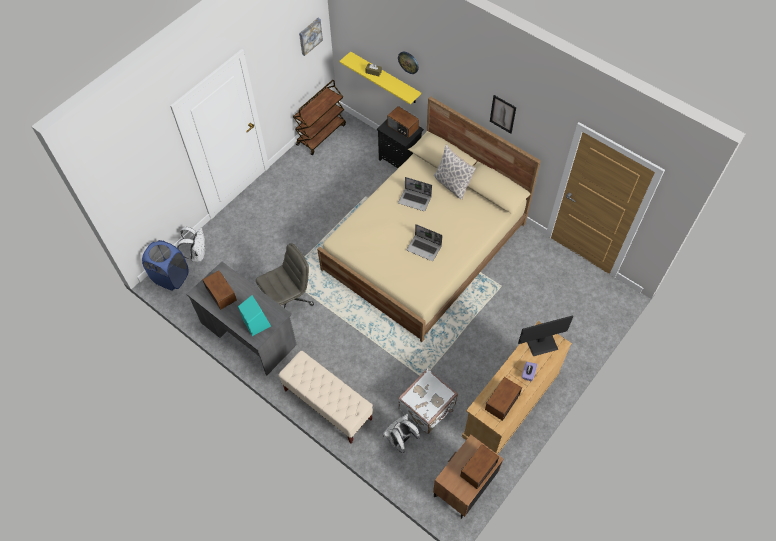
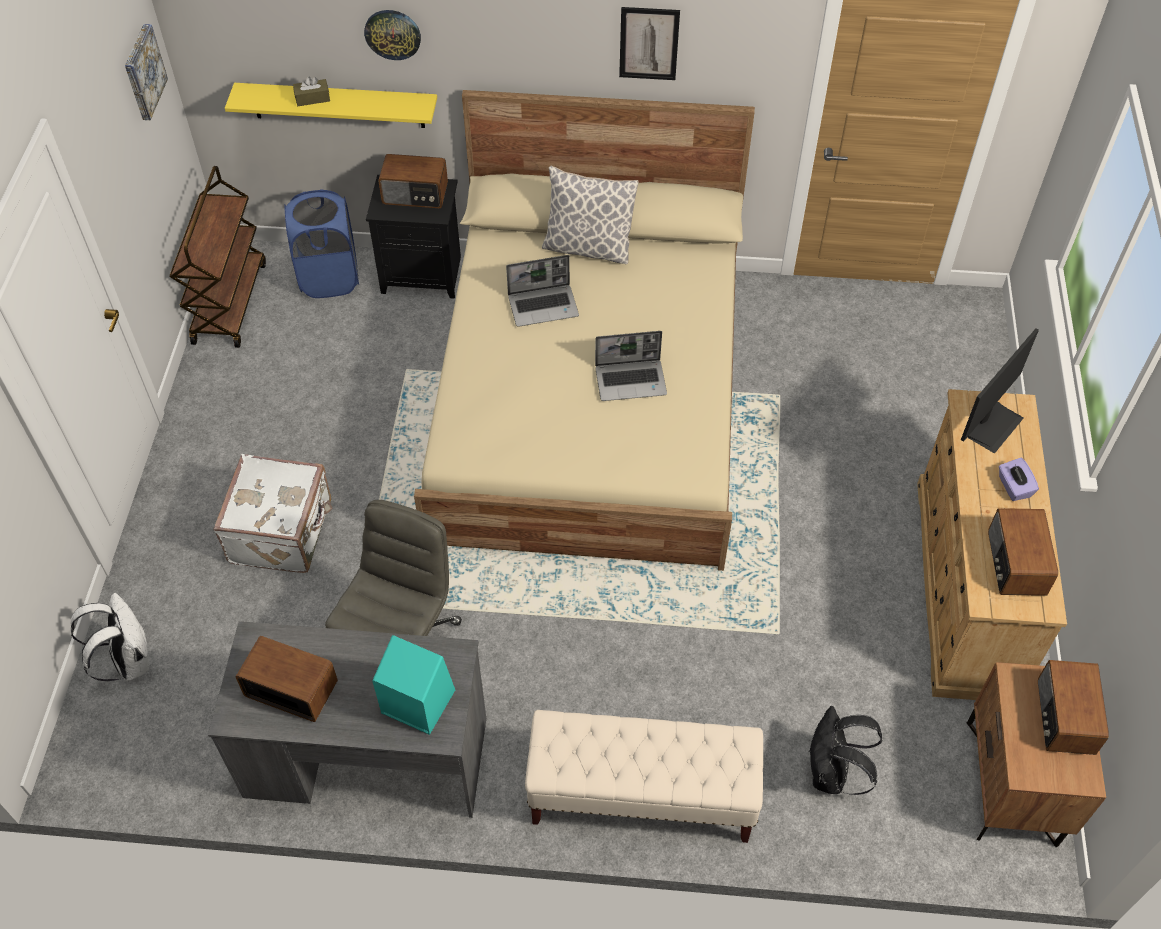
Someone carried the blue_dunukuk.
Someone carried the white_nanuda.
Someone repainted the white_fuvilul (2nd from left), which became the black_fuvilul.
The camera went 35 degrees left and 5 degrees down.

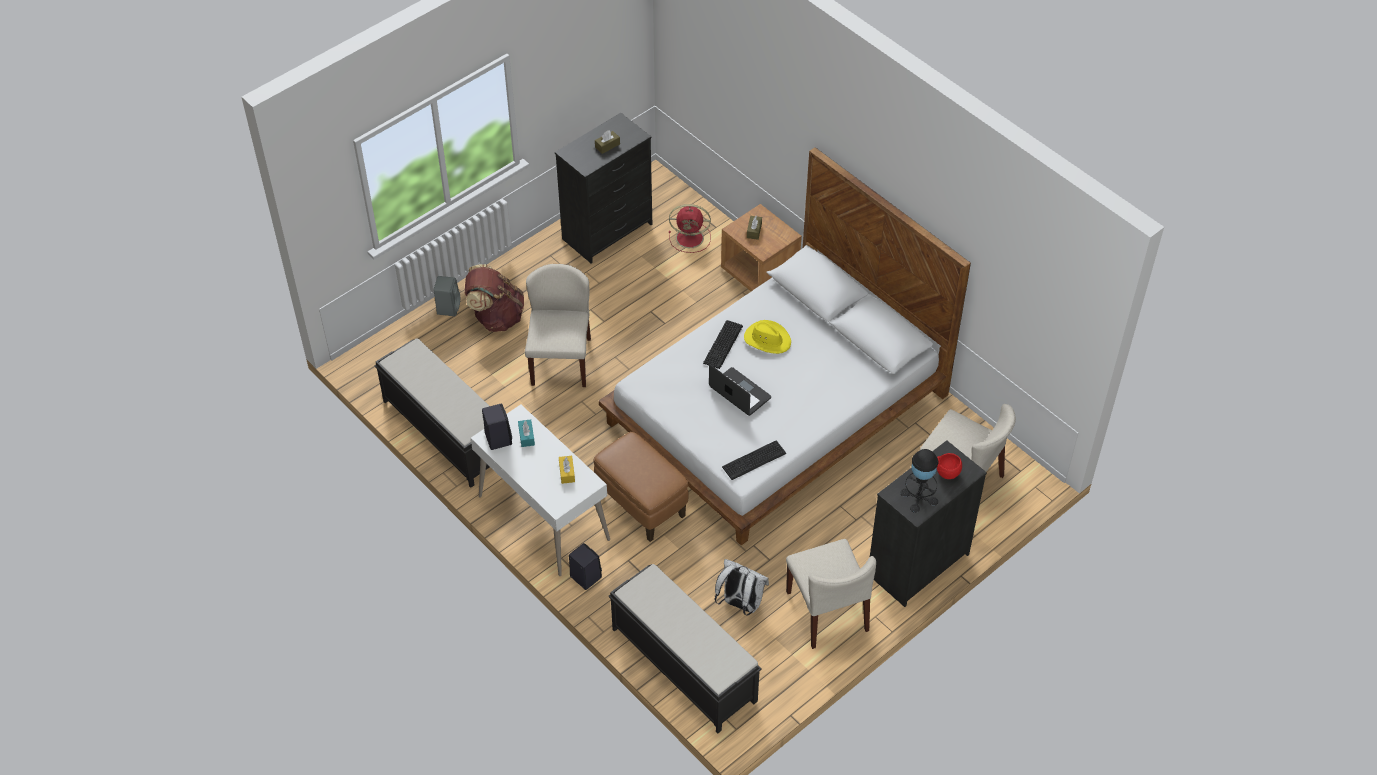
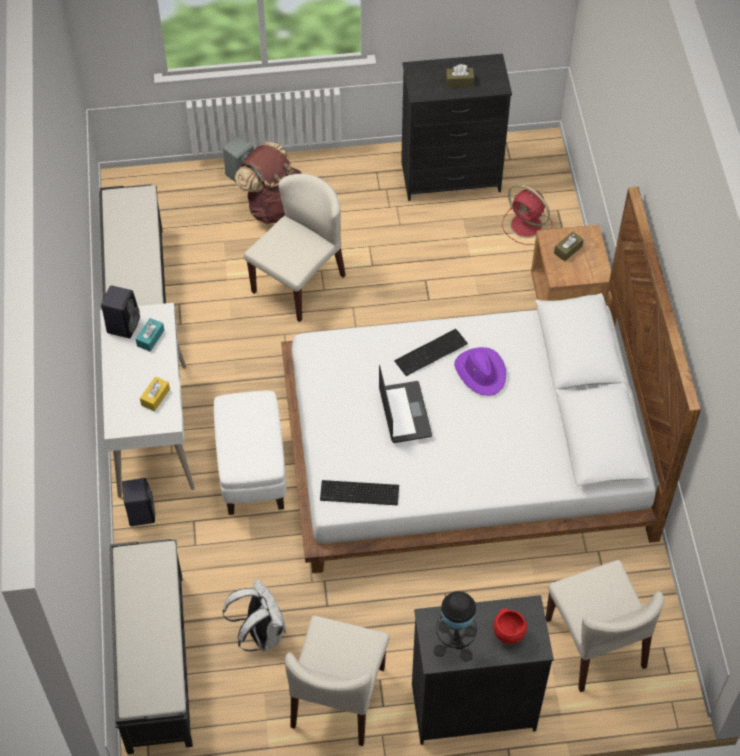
Someone repainted the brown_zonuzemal, which became the white_zonuzemal.
Someone repainted the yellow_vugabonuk, which became the purple_vugabonuk.
The camera went 35 degrees right and 5 degrees up.

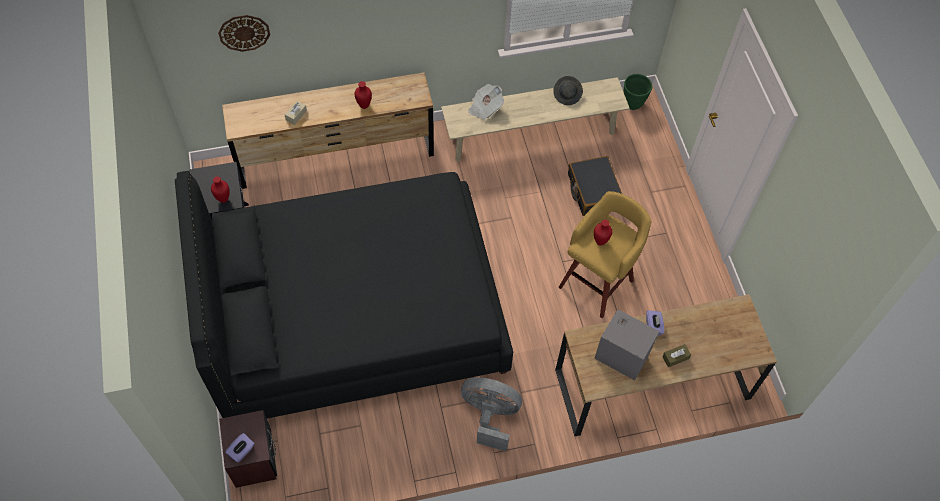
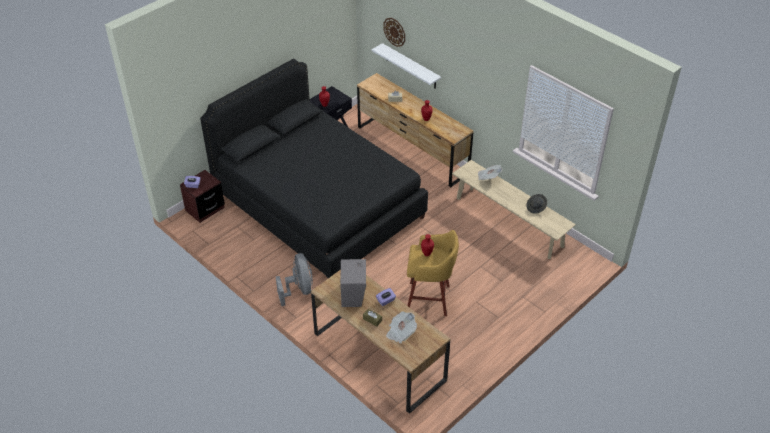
Someone took away the black_nanuda.
Someone took away the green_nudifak.
Someone put up the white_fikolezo.
Someone put down the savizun (1st from left).
The camera went 60 degrees right and 15 degrees down.

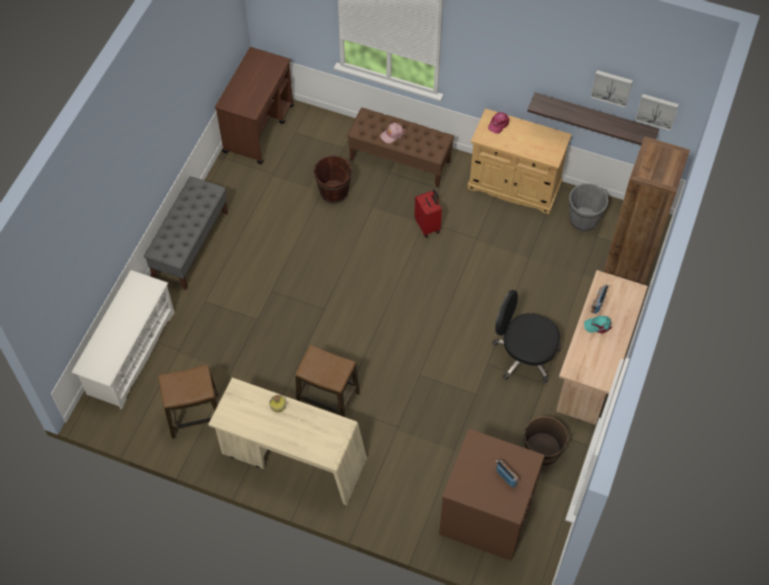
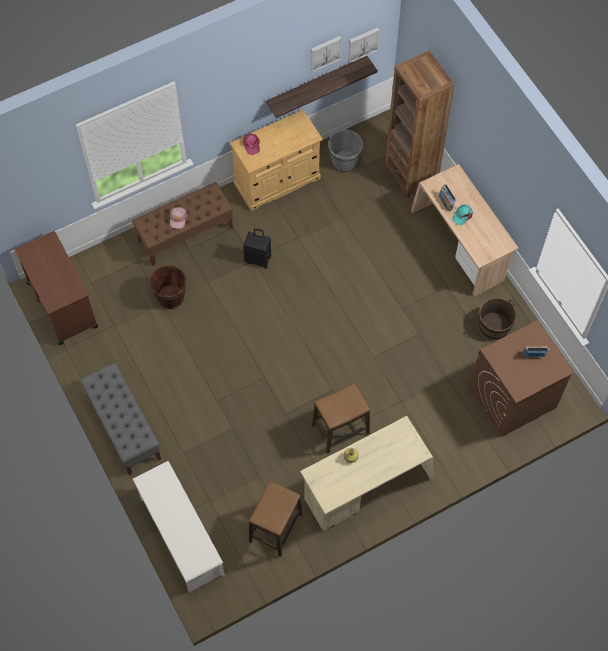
Someone took away the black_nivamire.
Someone repainted the red_nanuda, which became the black_nanuda.
The camera went 50 degrees left and 5 degrees up.

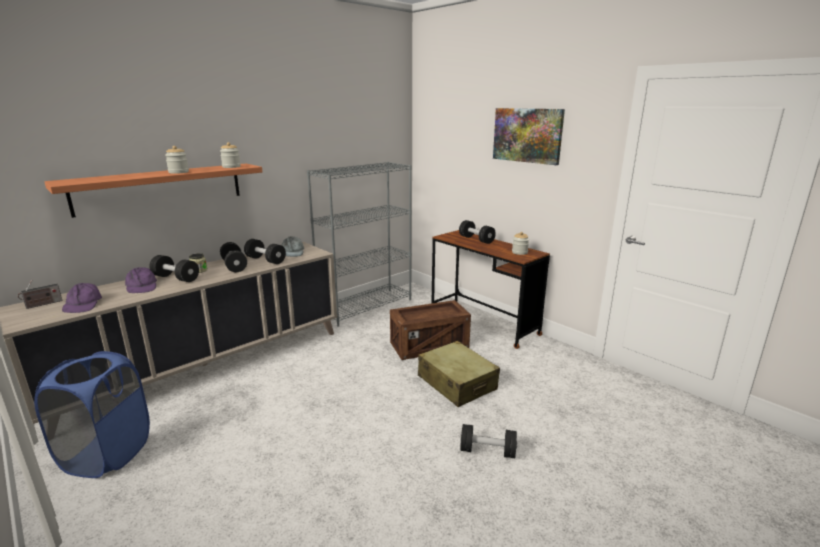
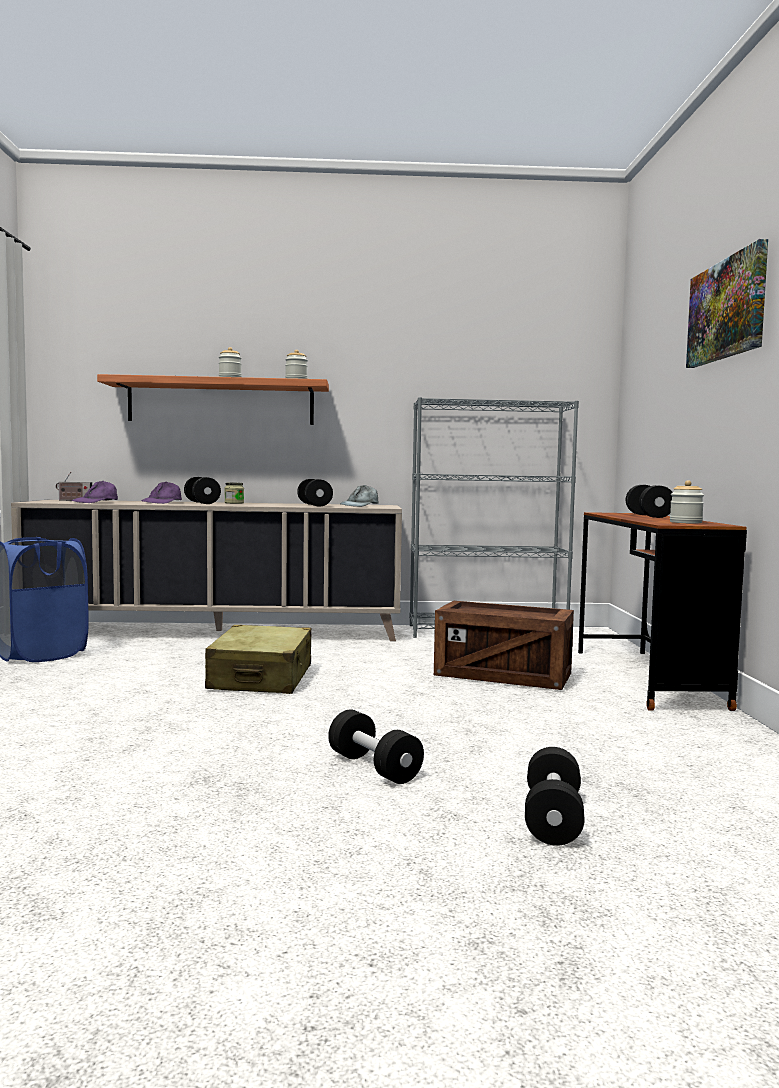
Someone carried the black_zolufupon (2nd from left in the first image).
Someone carried the beige_nanuda.
The camera went 40 degrees right and 15 degrees down.

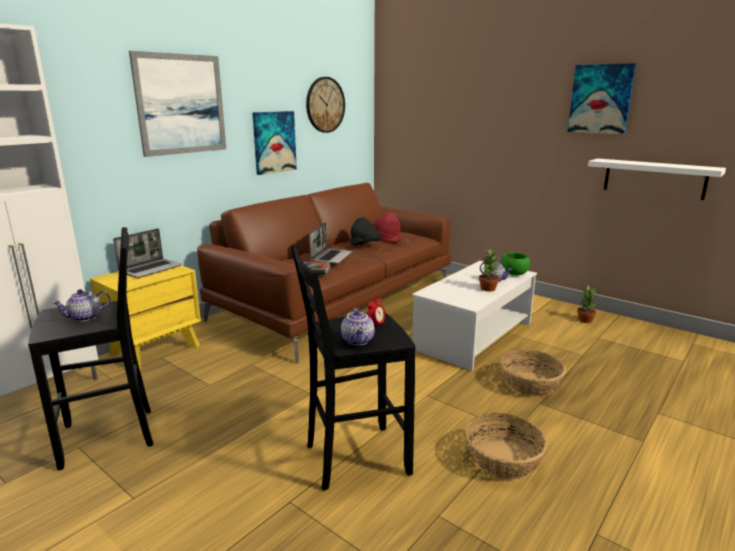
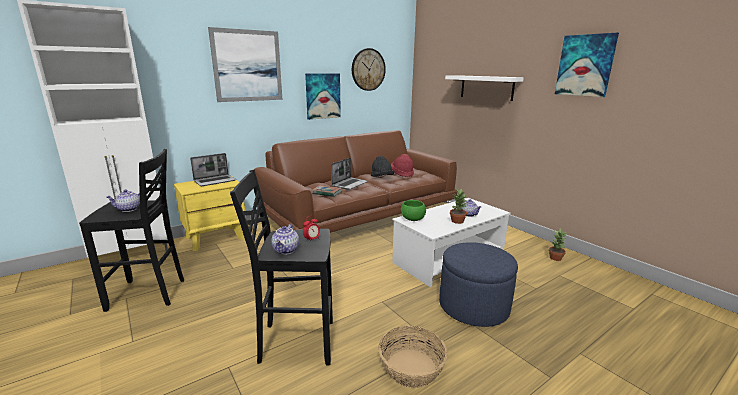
Someone carried the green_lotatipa.
Someone carried the white_fikolezo.
Someone swapped the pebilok (2nd from left) for the blue_zonuzemal.
The camera went 15 degrees right and 0 degrees up.

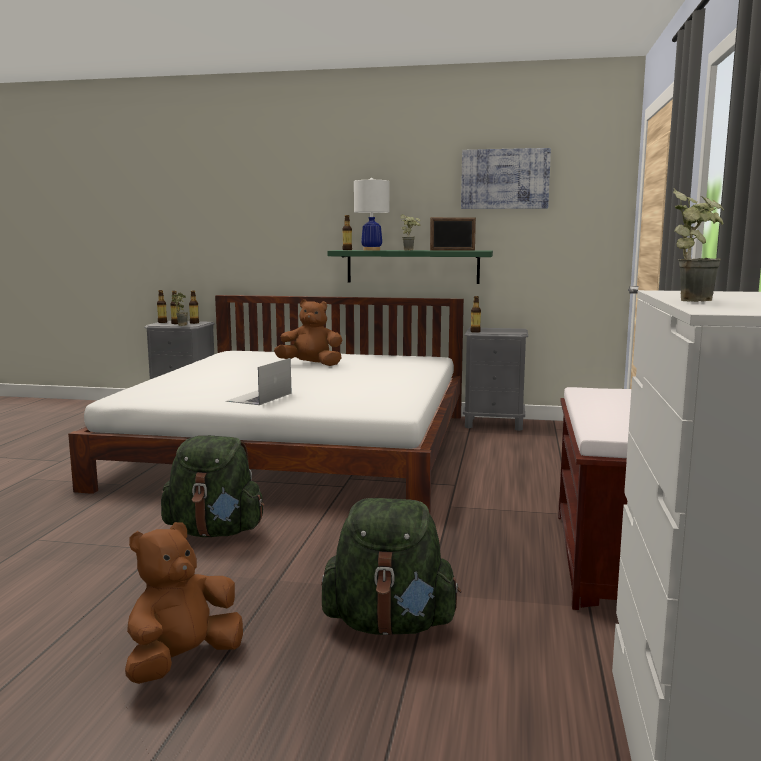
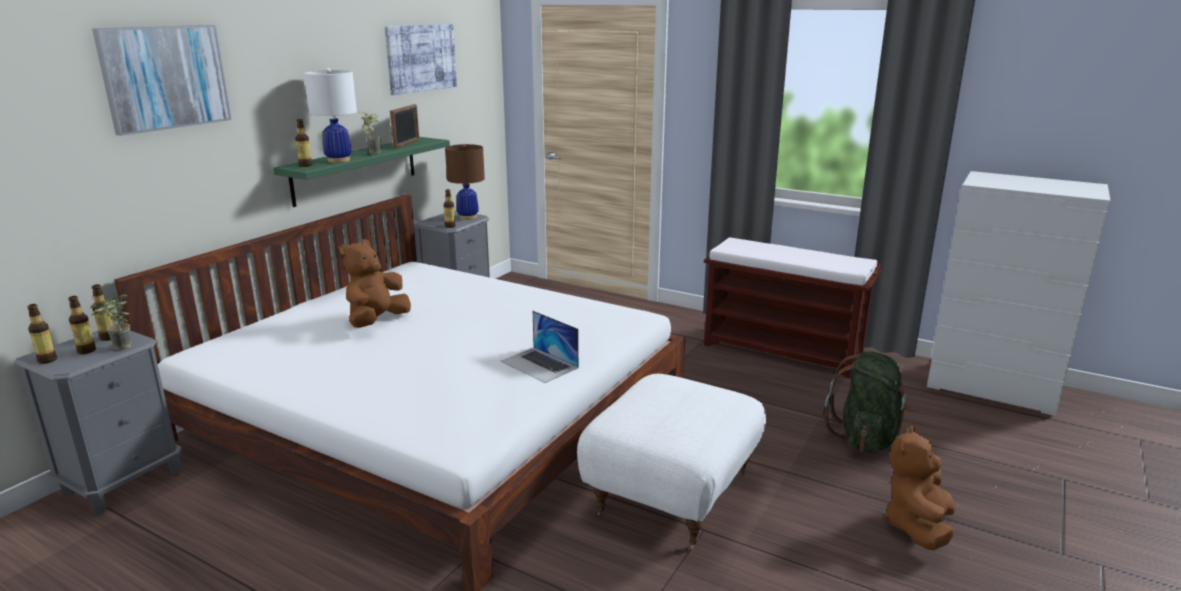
Someone took away the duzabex (3rd from left).
Someone put up the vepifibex (1st from left).
Someone put down the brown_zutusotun.
Someone swapped the green_fuvilul (1st from left) for the white_zonuzemal.
Someone rotated the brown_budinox (1st from left in the first image) by 60 degrees clockwise.
The camera went 70 degrees left and 10 degrees up.

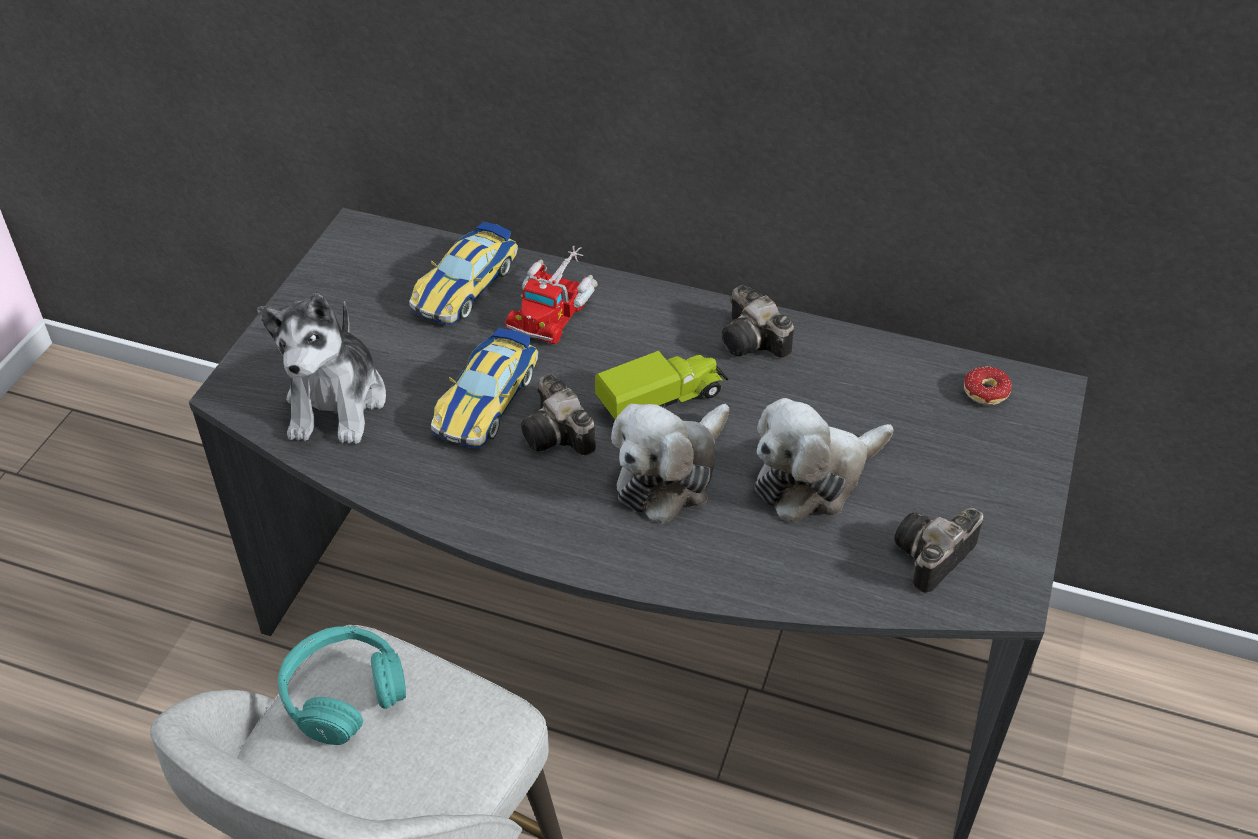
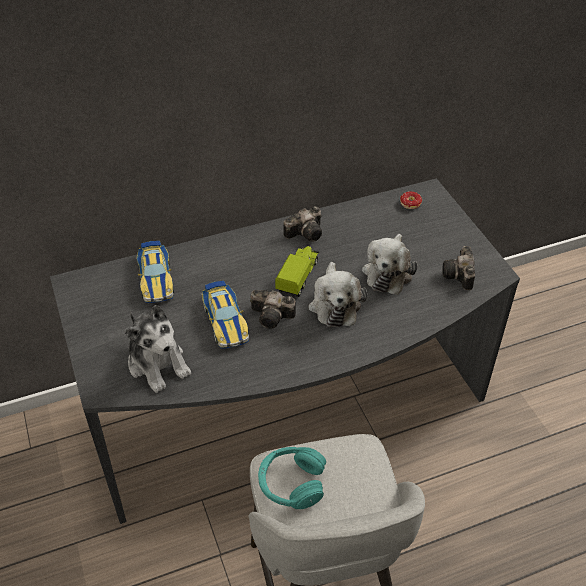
Someone took away the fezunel (1st from left).
Someone rotated the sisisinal (2nd from left) by 45 degrees counterclockwise.
The camera went 40 degrees left and 0 degrees up.

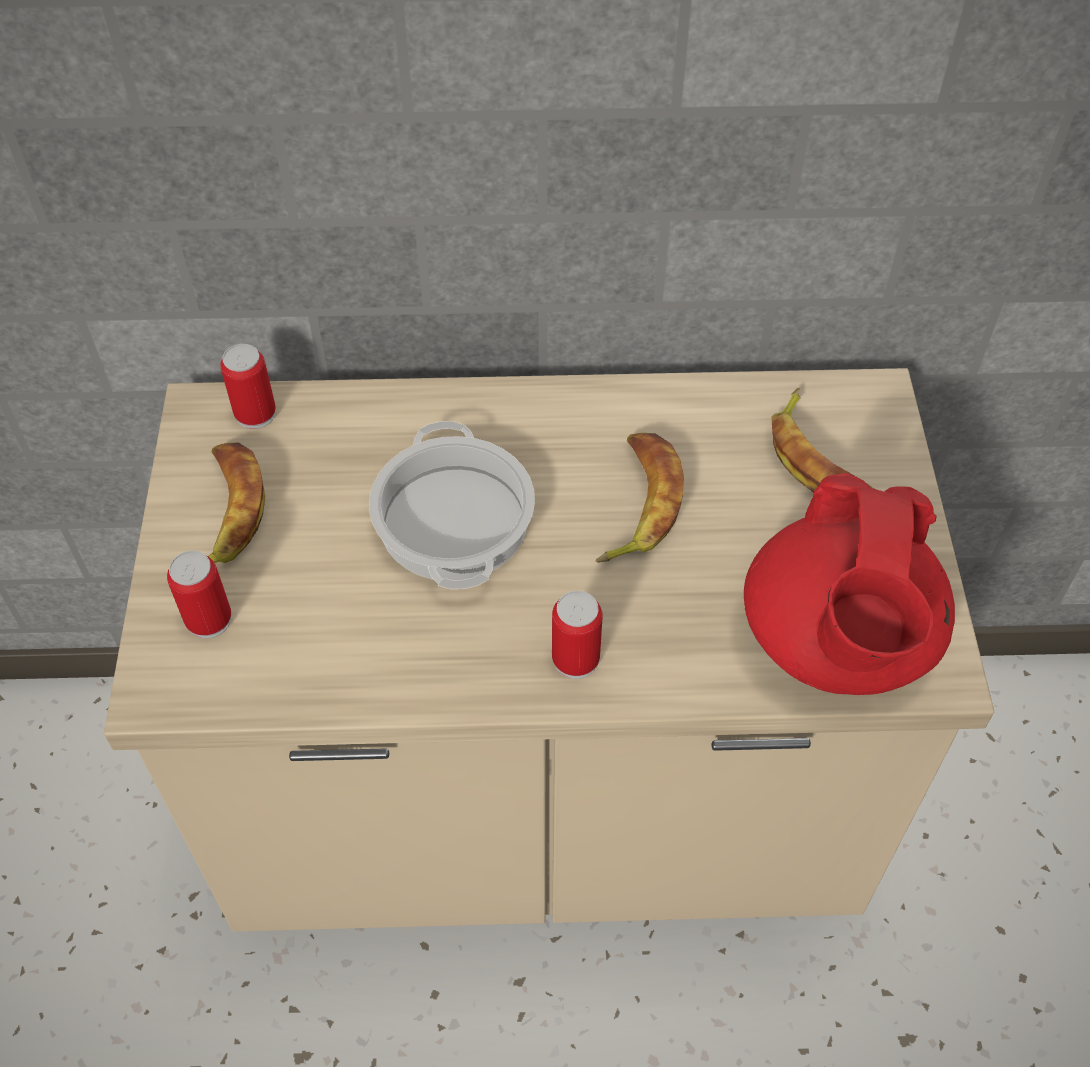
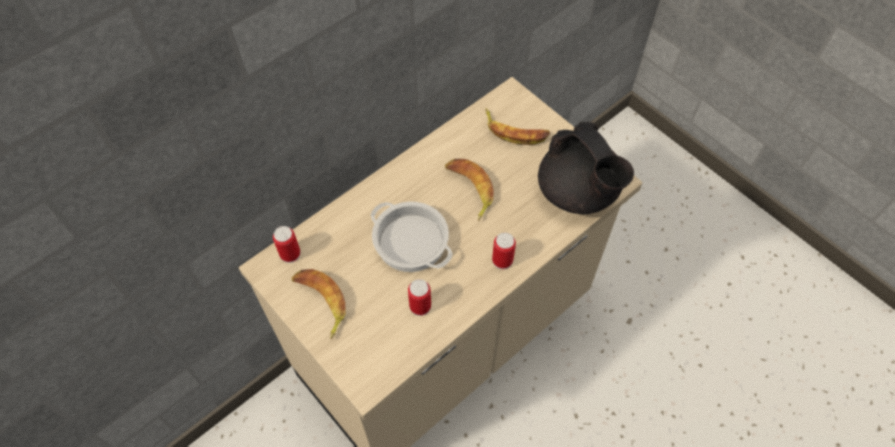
Someone carried the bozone (1st from left in the first image).
Someone repainted the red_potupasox, which became the black_potupasox.
The camera went 40 degrees left and 5 degrees up.

